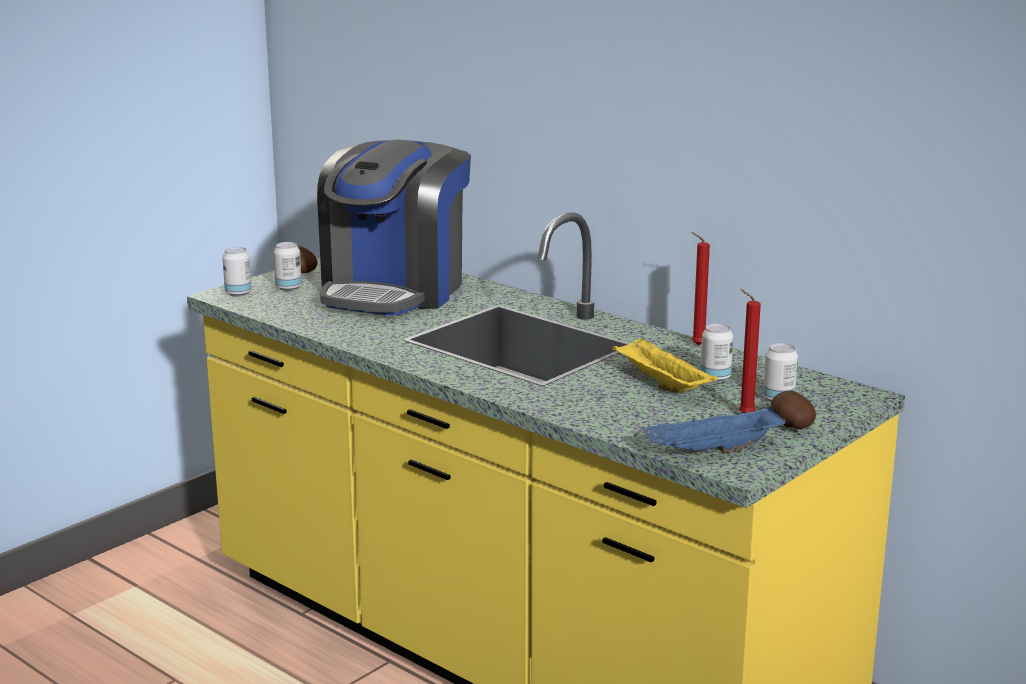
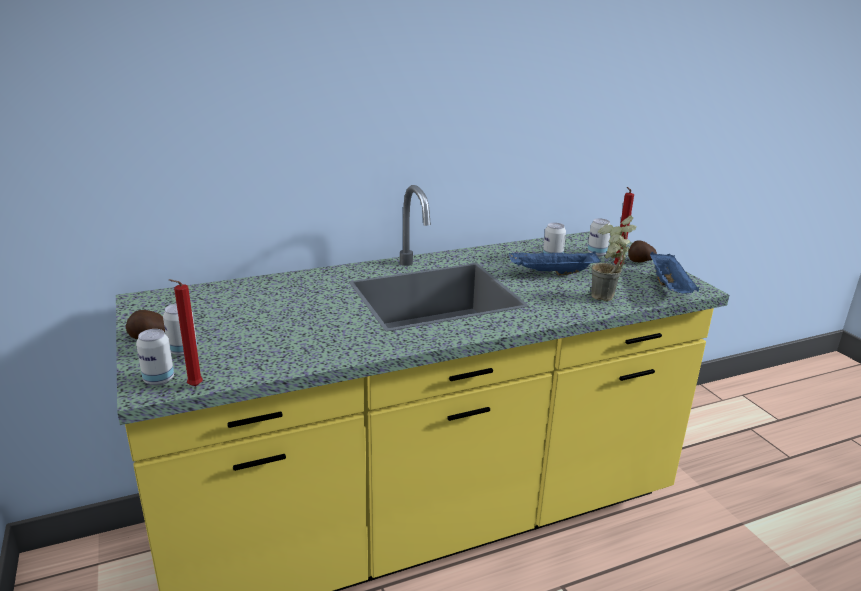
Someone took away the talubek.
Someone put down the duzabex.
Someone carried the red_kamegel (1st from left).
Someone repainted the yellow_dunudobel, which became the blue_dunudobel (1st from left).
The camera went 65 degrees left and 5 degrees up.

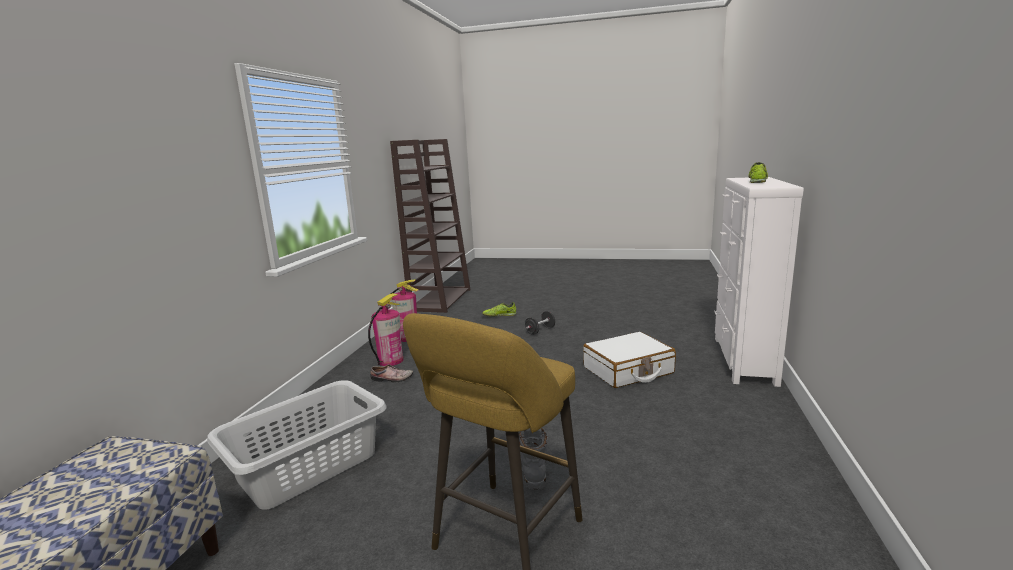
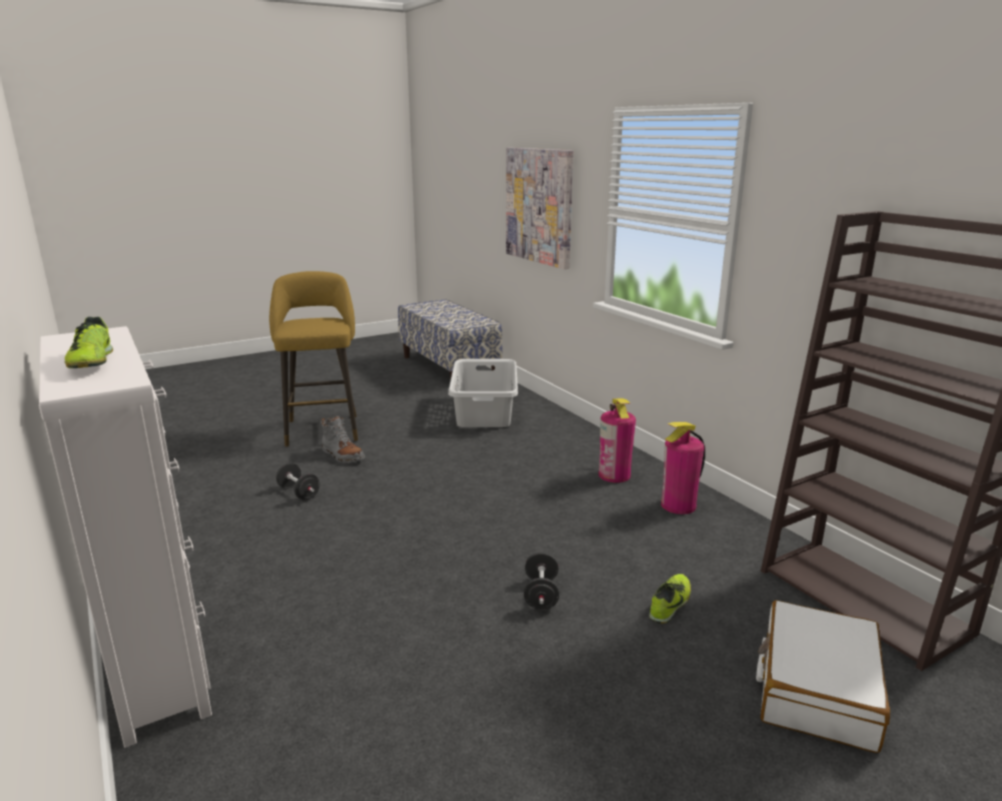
Someone took away the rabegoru (1st from left).
Someone put down the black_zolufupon (1st from left).
Someone put up the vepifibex.
Someone carried the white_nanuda.
The camera went 135 degrees right and 5 degrees up.

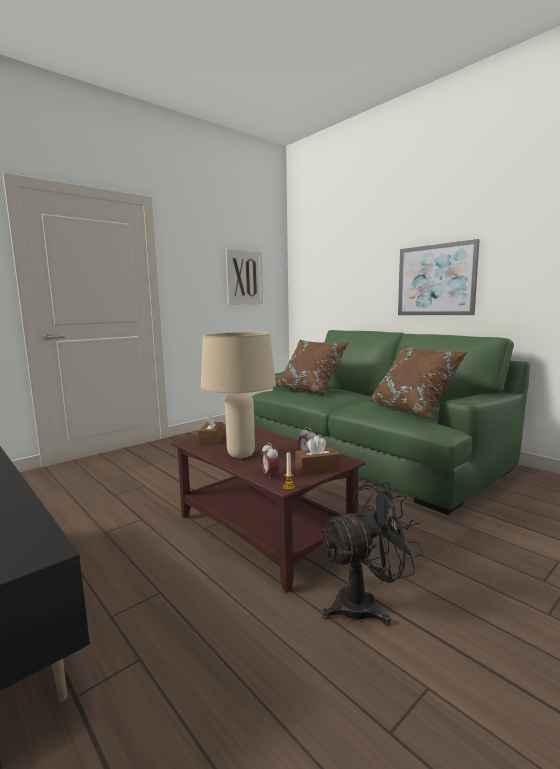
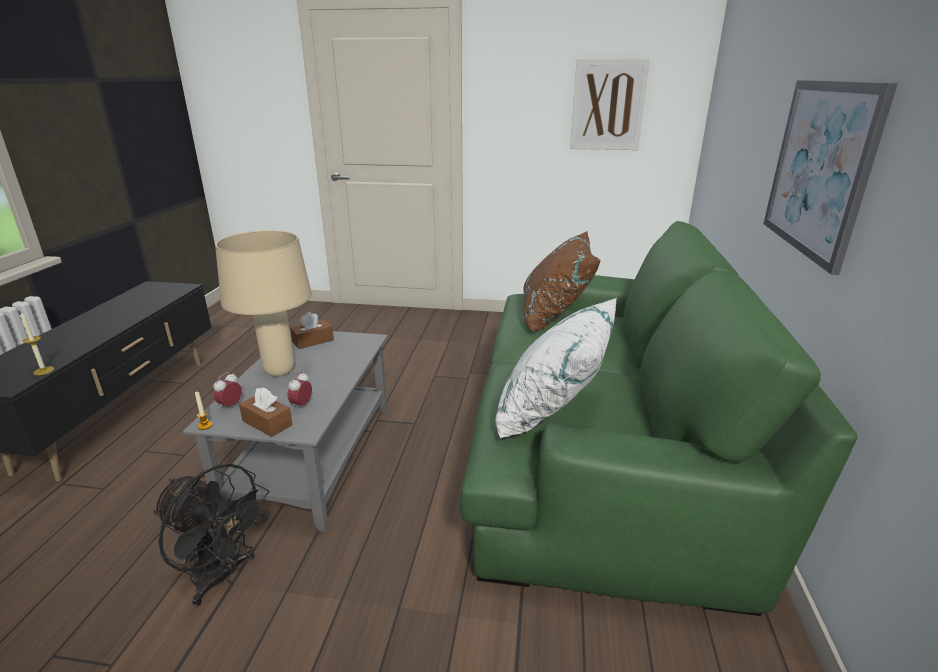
Someone put down the kamegel (1st from left).
Someone repainted the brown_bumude, which became the grey_bumude.
Someone repainted the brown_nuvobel (2nd from left), which became the white_nuvobel.
The camera went 50 degrees right and 15 degrees up.

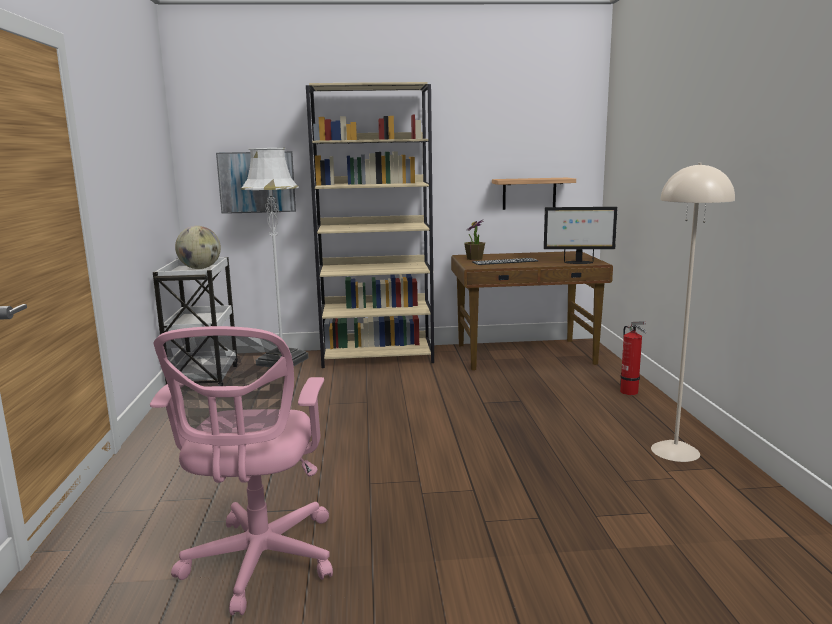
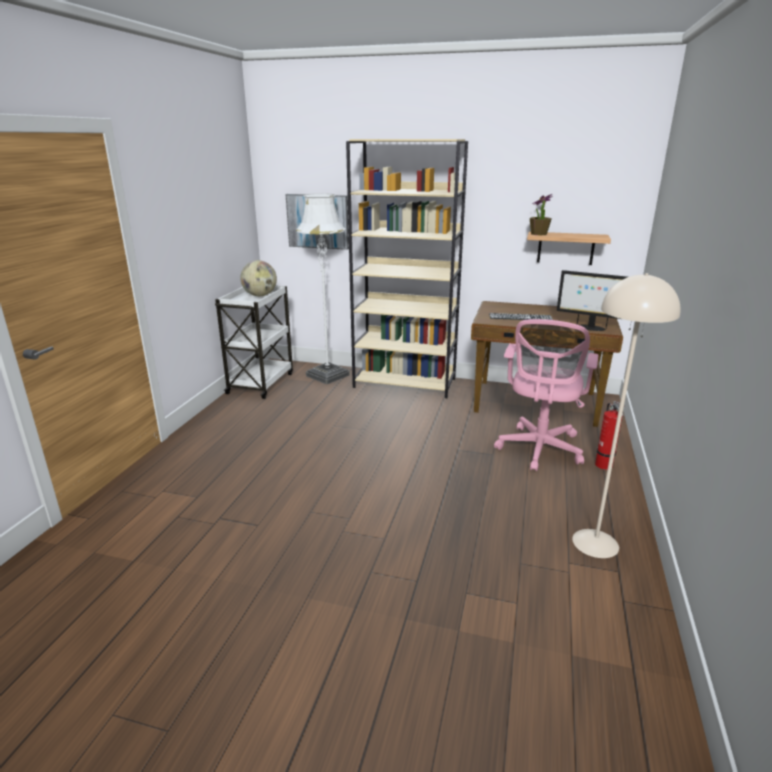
Someone carried the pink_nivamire.
Someone carried the duzabex.
The camera went 20 degrees right and 10 degrees up.

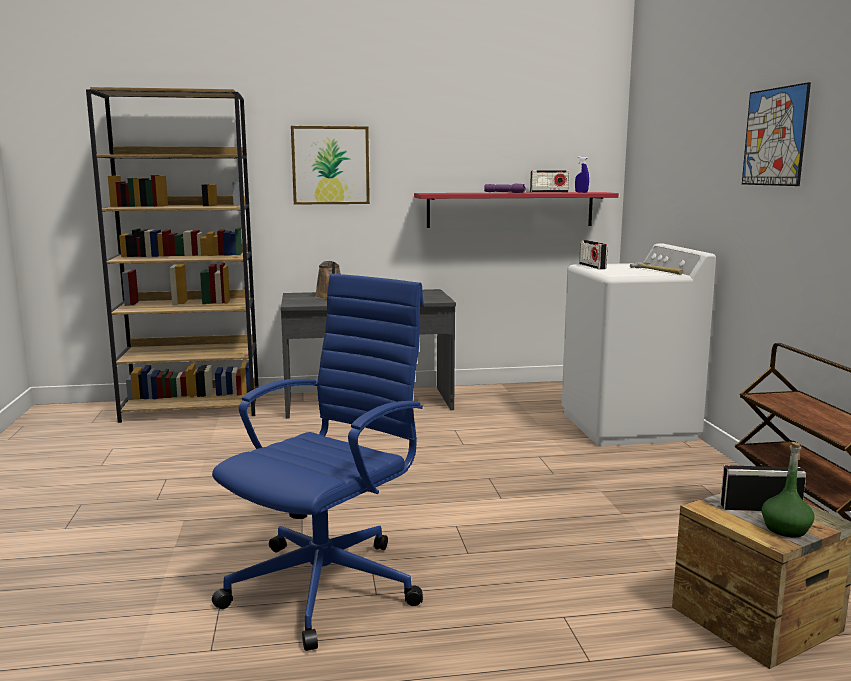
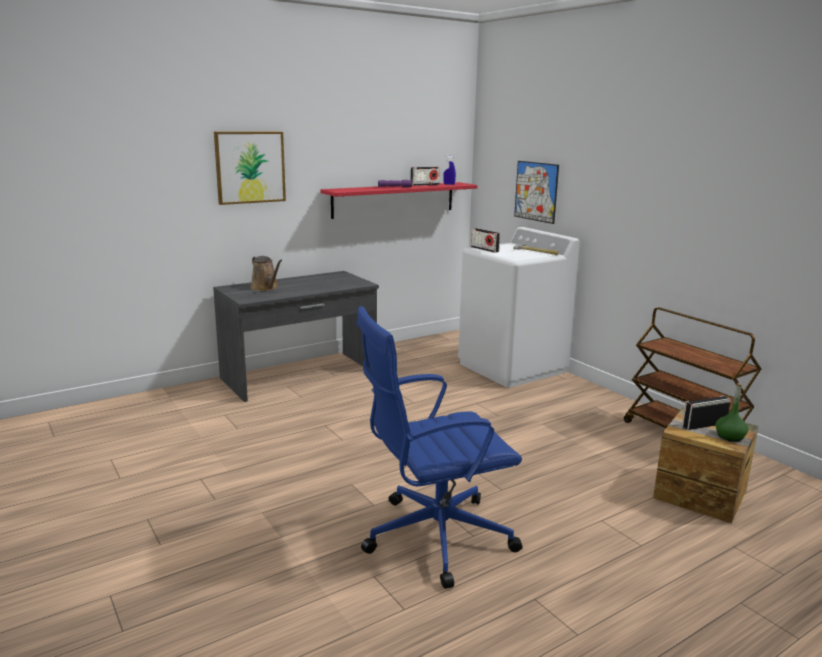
Someone took away the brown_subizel.
Someone carried the vepifibex (2nd from left).
Someone rotated the blue_nivamire by 120 degrees counterclockwise.
The camera went 25 degrees left and 5 degrees up.

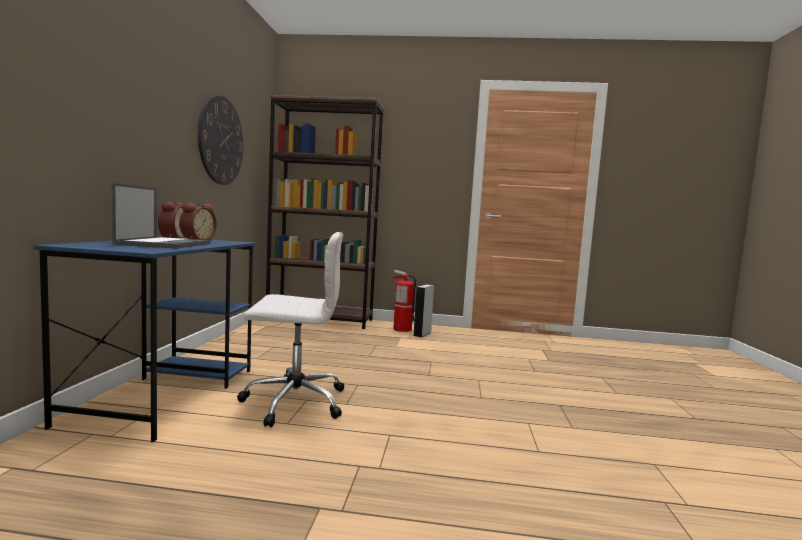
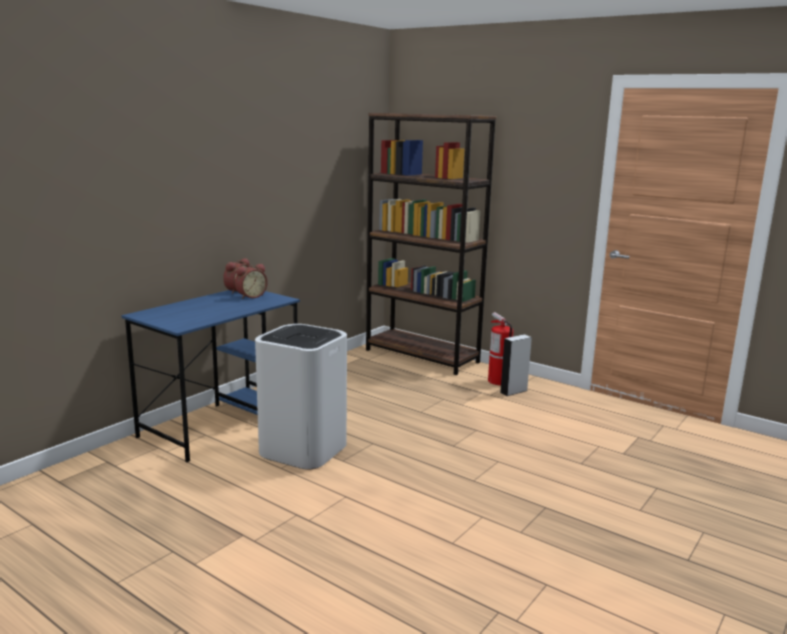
Someone took away the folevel.
Someone took away the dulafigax.
Someone swapped the white_nivamire for the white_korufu.
The camera went 30 degrees right and 10 degrees up.

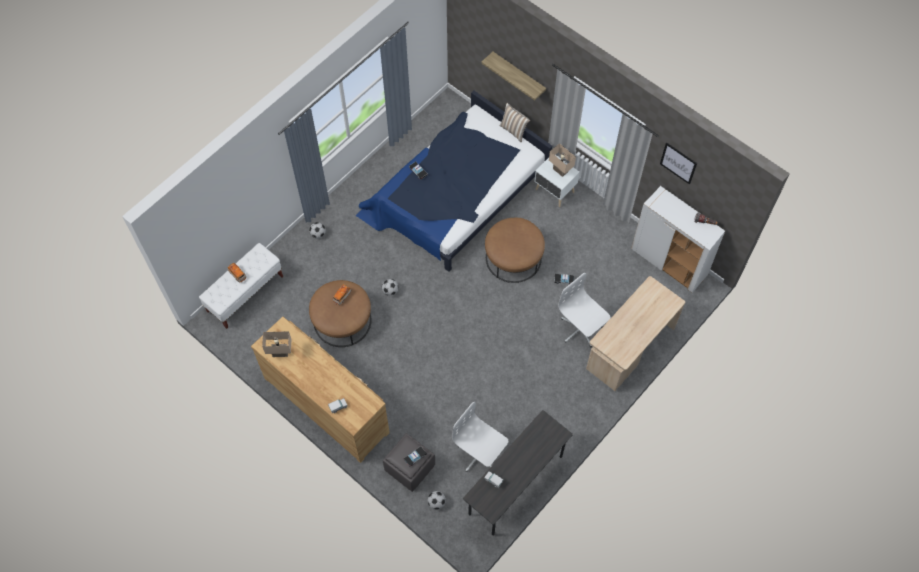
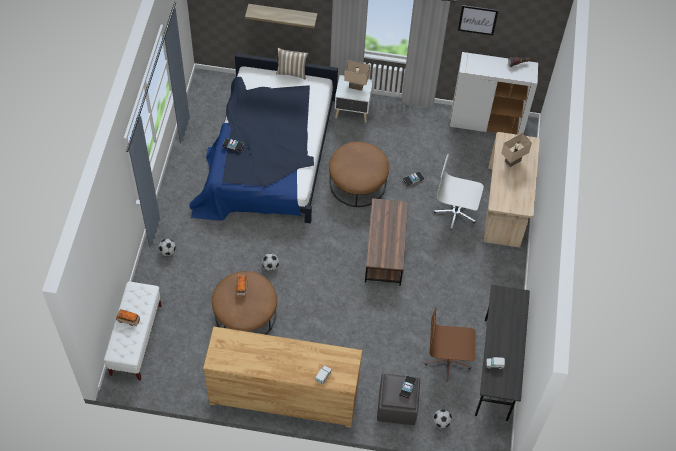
Someone put down the brown_bumude.
Someone carried the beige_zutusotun (1st from left in the first image).
Someone repainted the white_nivamire (1st from left), which became the brown_nivamire.
The camera went 35 degrees left and 5 degrees down.

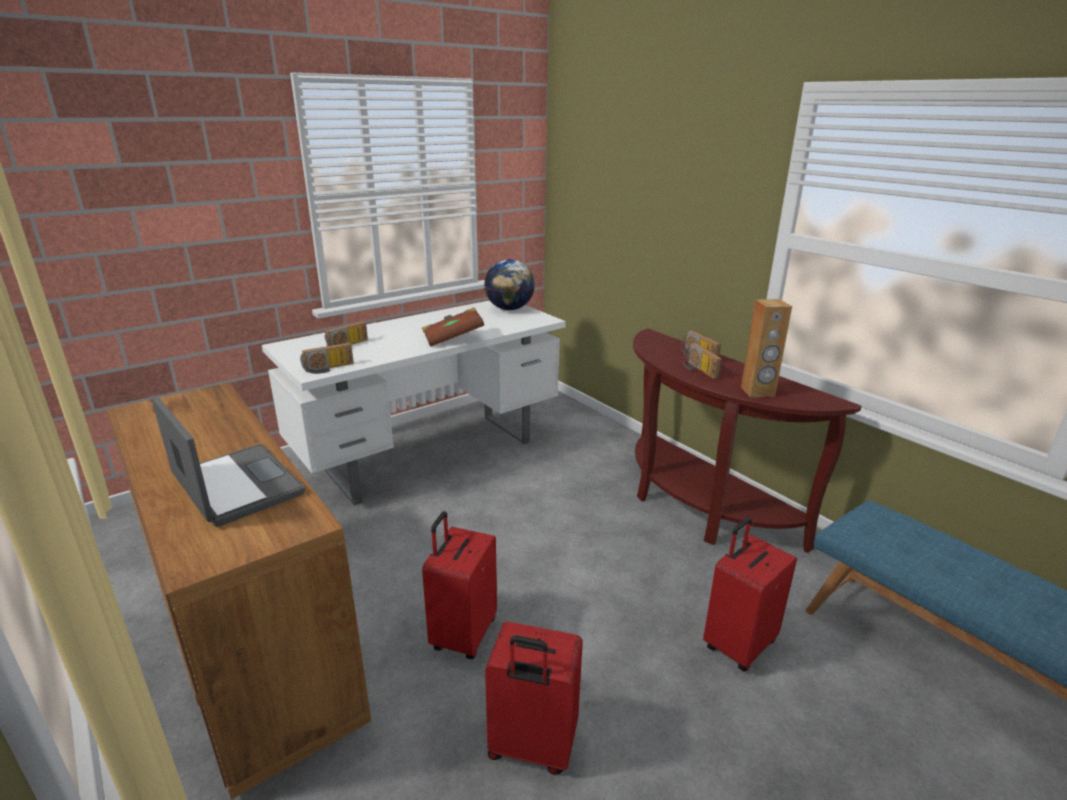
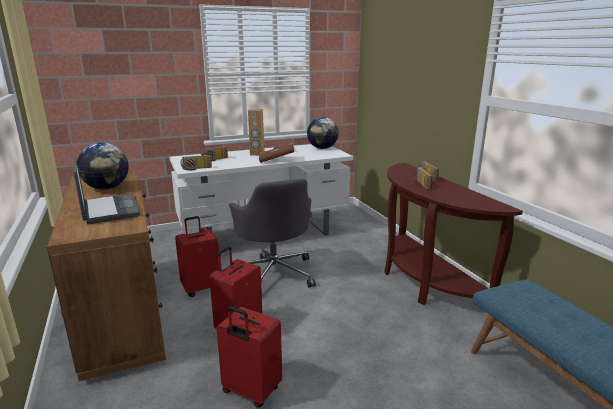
Someone put down the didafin (1st from left).
Someone put down the grey_nivamire.
Someone carried the red_nanuda (3rd from left in the first image).
Someone carried the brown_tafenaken.
The camera went 15 degrees right and 5 degrees down.

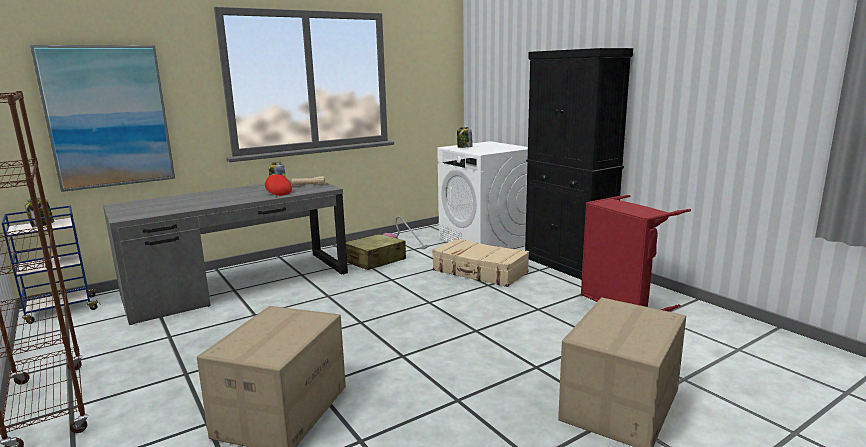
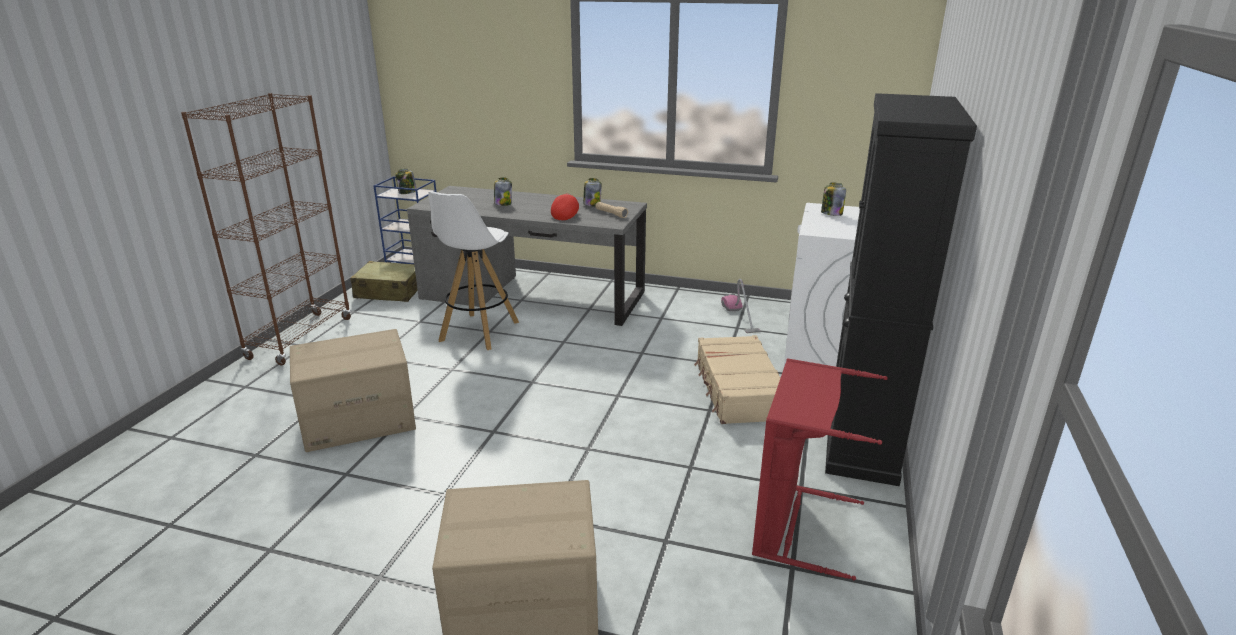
Someone took away the vepifibex.
Someone put down the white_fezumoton.
Someone put down the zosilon (2nd from left).
Someone carried the beige_nanuda (1st from left).
The camera went 50 degrees right and 10 degrees up.

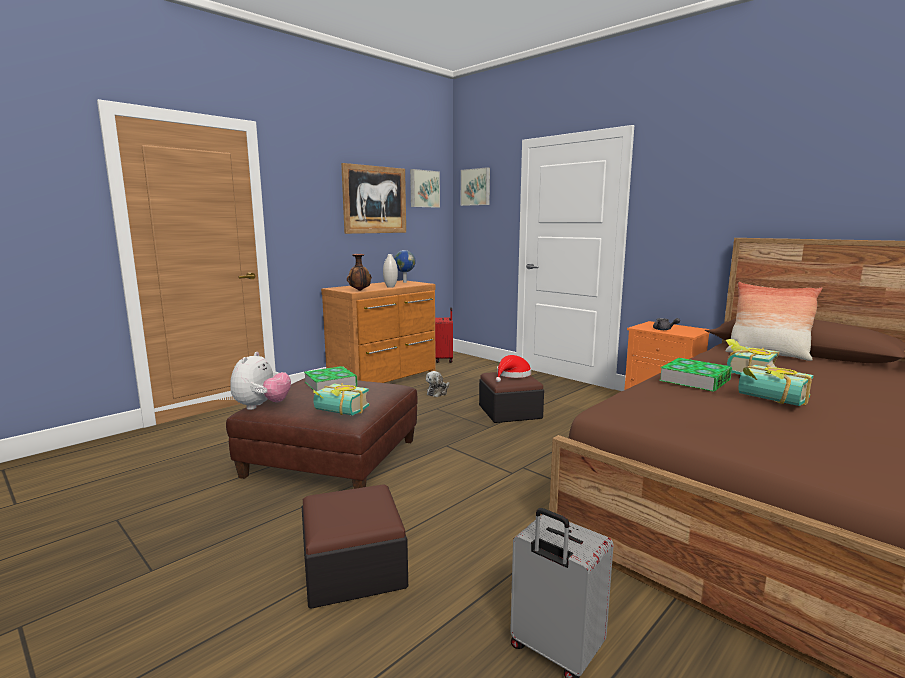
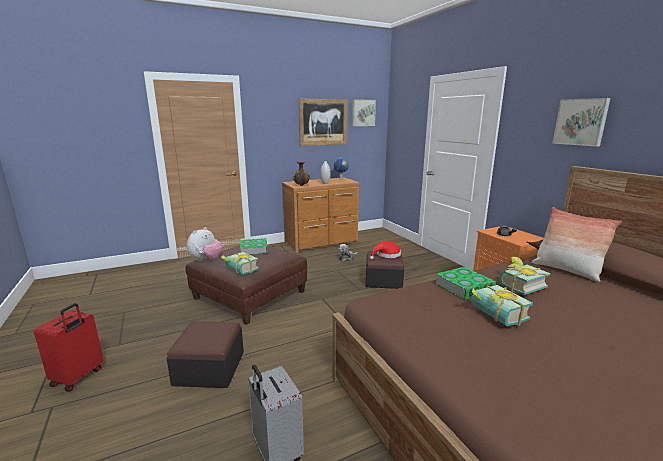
Someone carried the red_nanuda.
Someone carried the vepifibex (3rd from left).
The camera went 20 degrees right and 5 degrees up.

